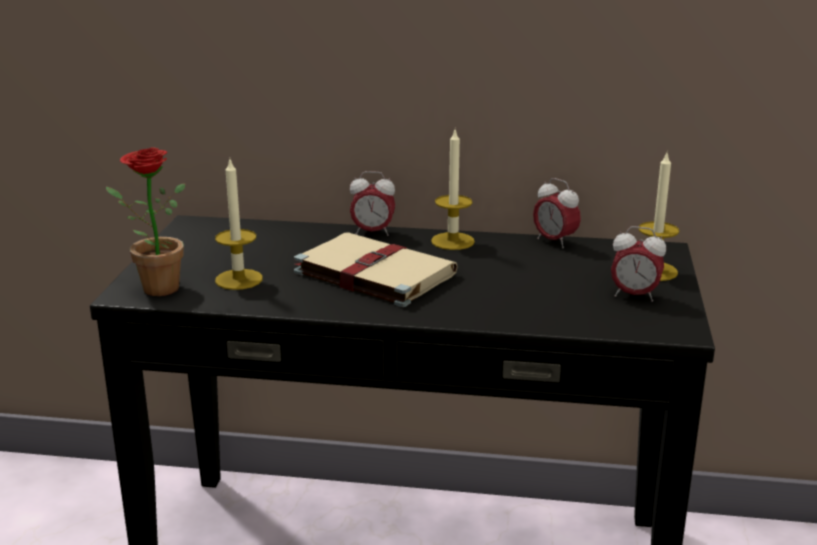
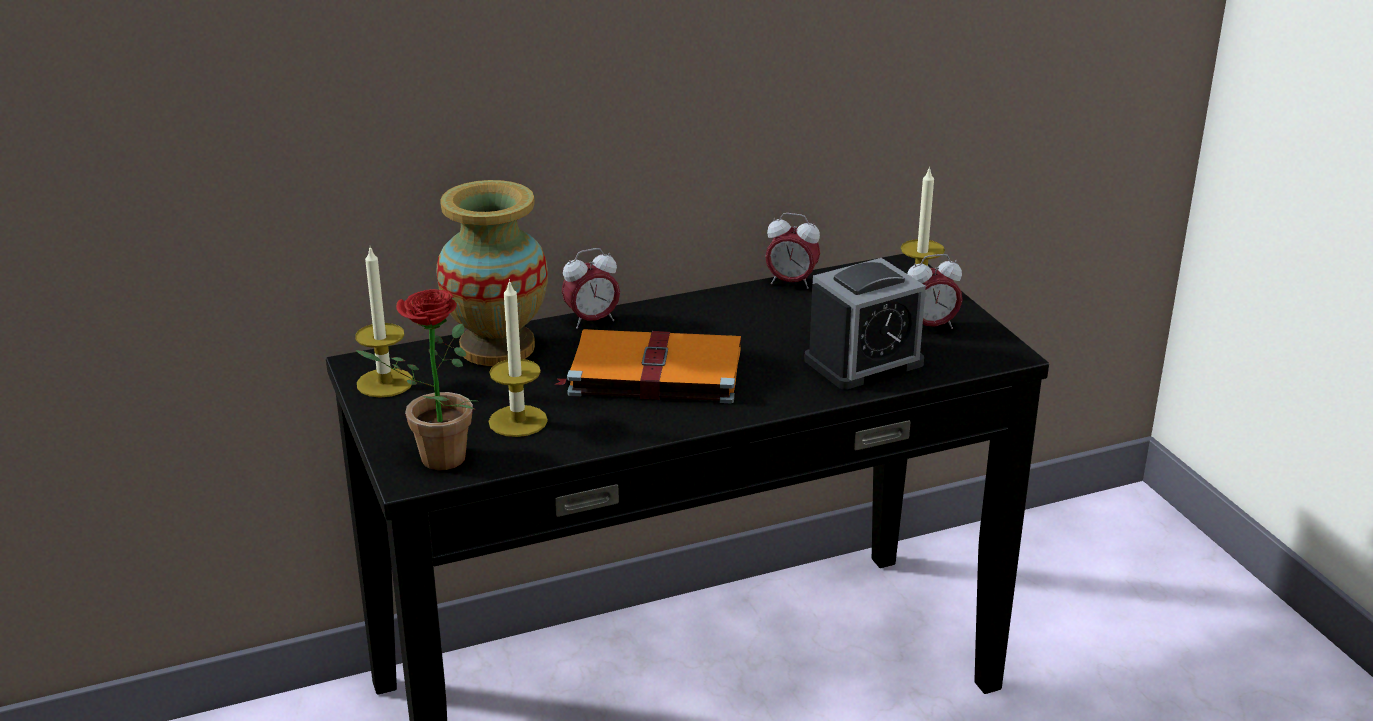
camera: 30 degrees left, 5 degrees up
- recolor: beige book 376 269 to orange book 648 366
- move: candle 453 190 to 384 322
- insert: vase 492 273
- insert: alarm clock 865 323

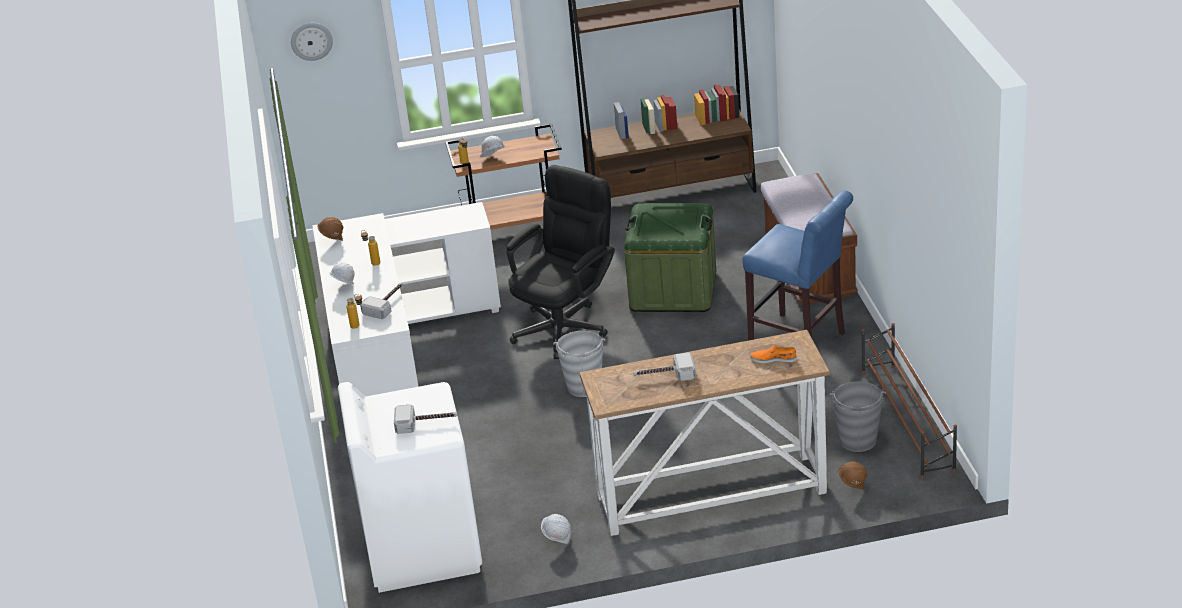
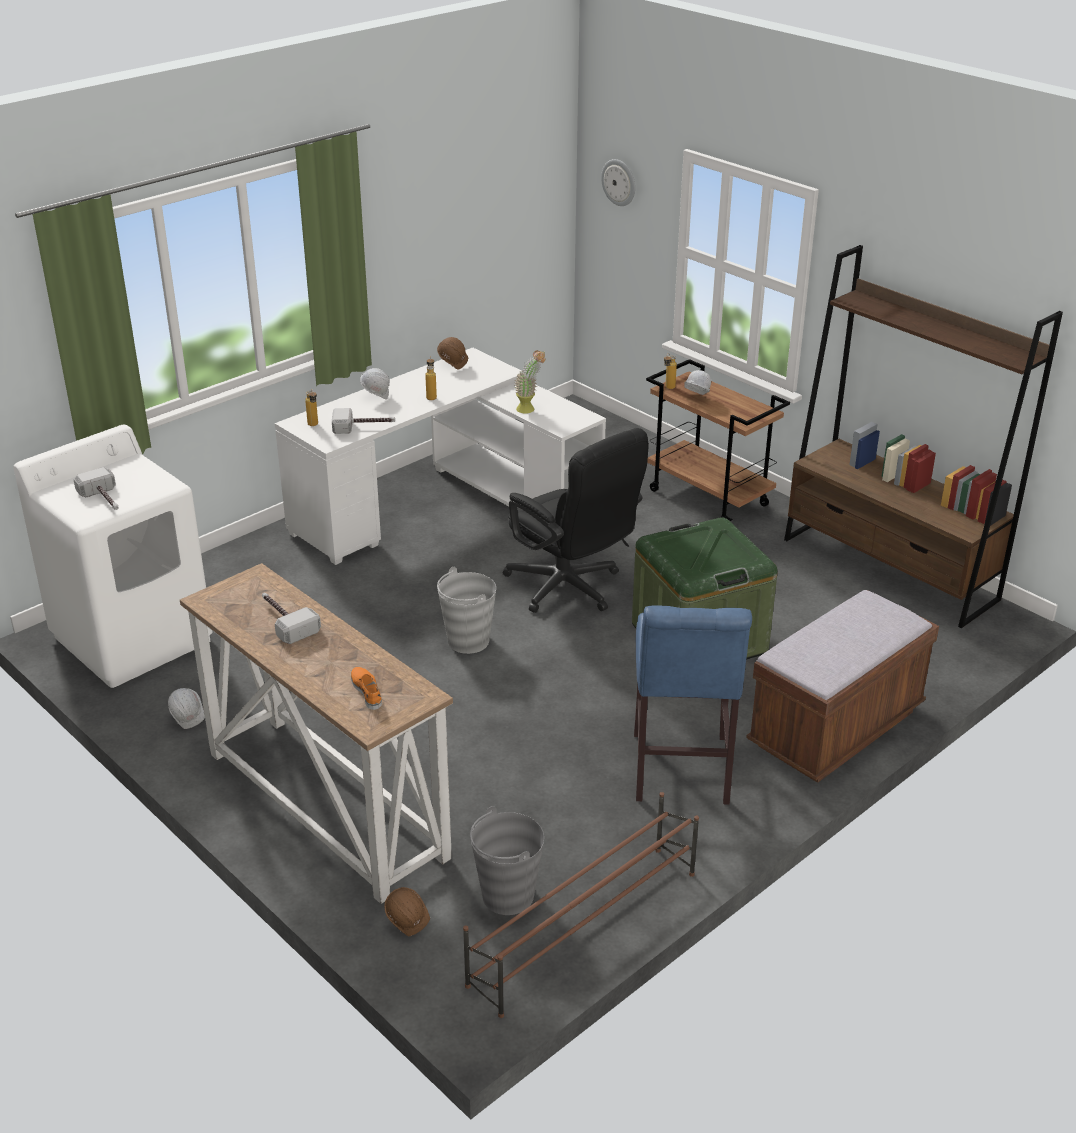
camera: 55 degrees right, 0 degrees up
- rotate: black office chair 560 262 = 576 520 45 degrees clockwise
- insert: potted plant 530 382

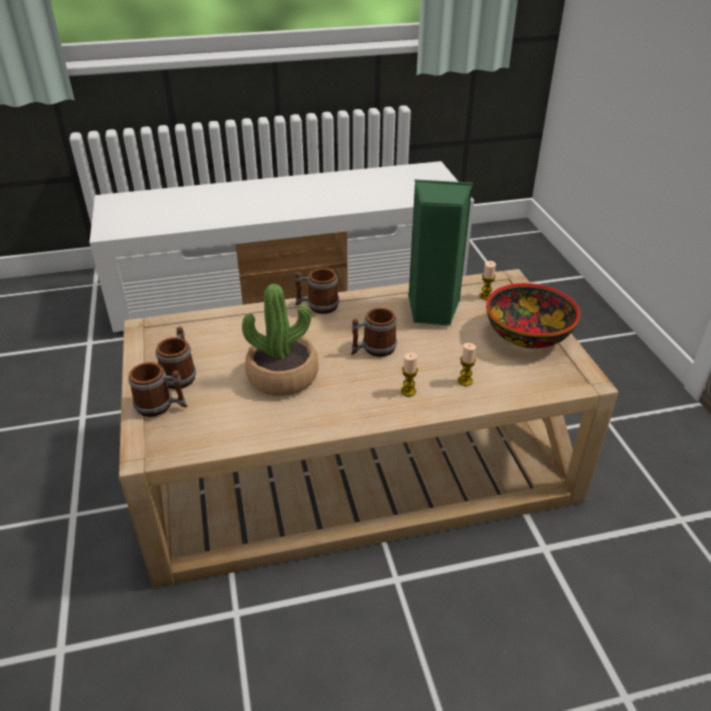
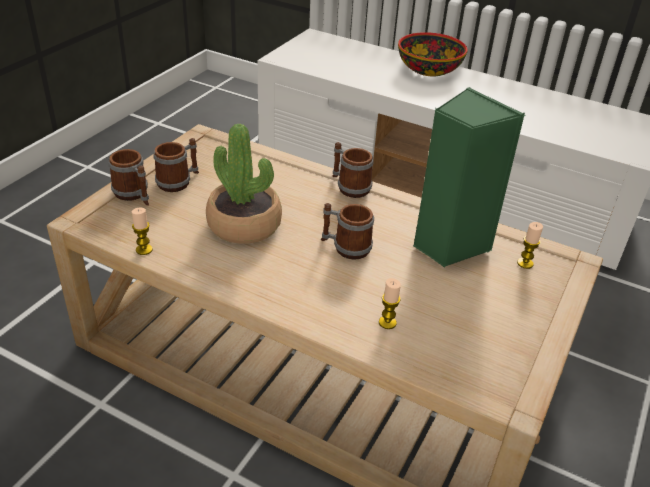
camera: 40 degrees right, 0 degrees up
- move: candle 409 374 to 142 231
- move: bowl 533 316 to 433 54

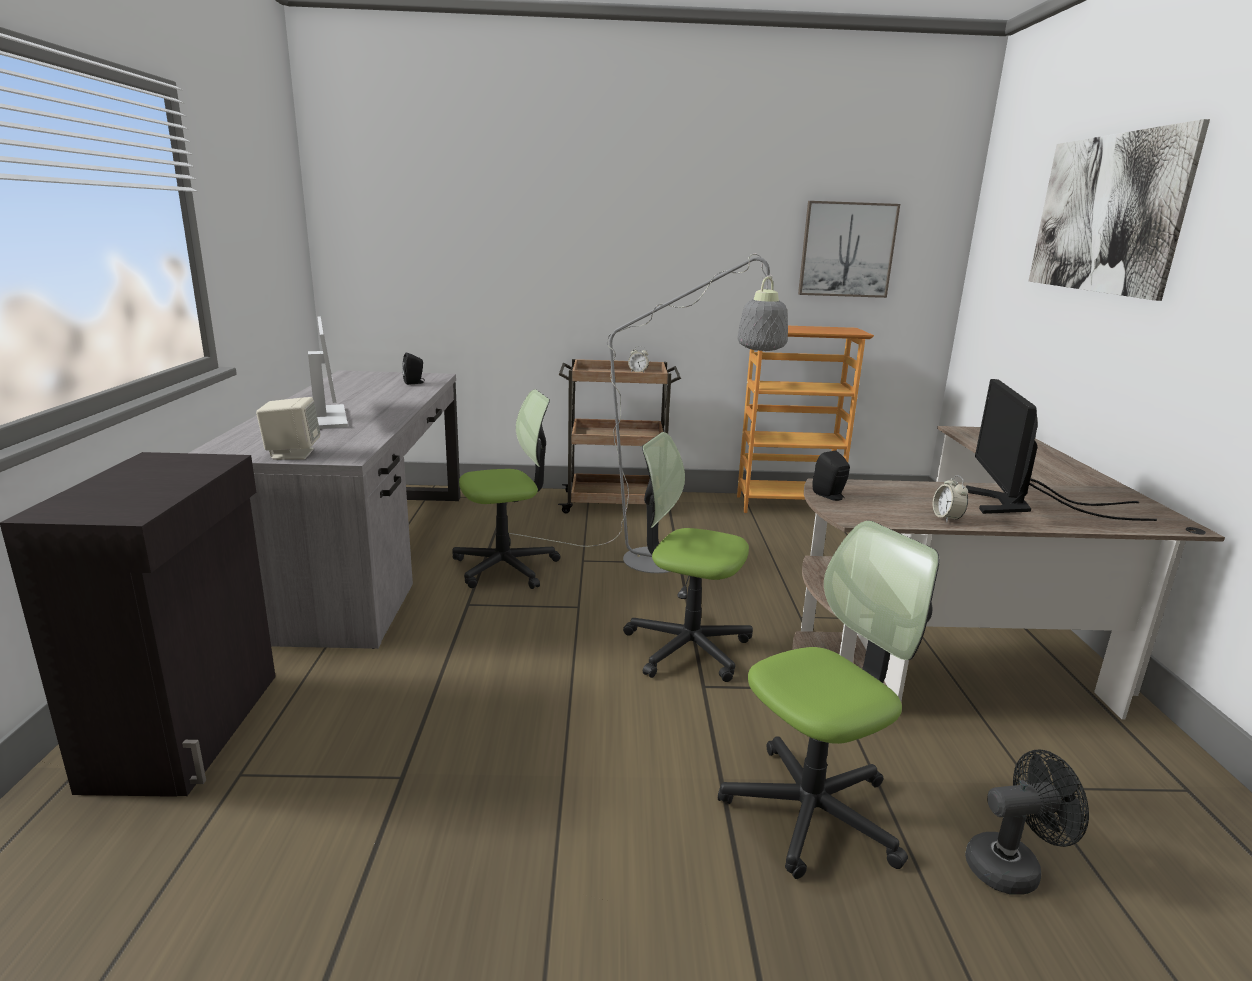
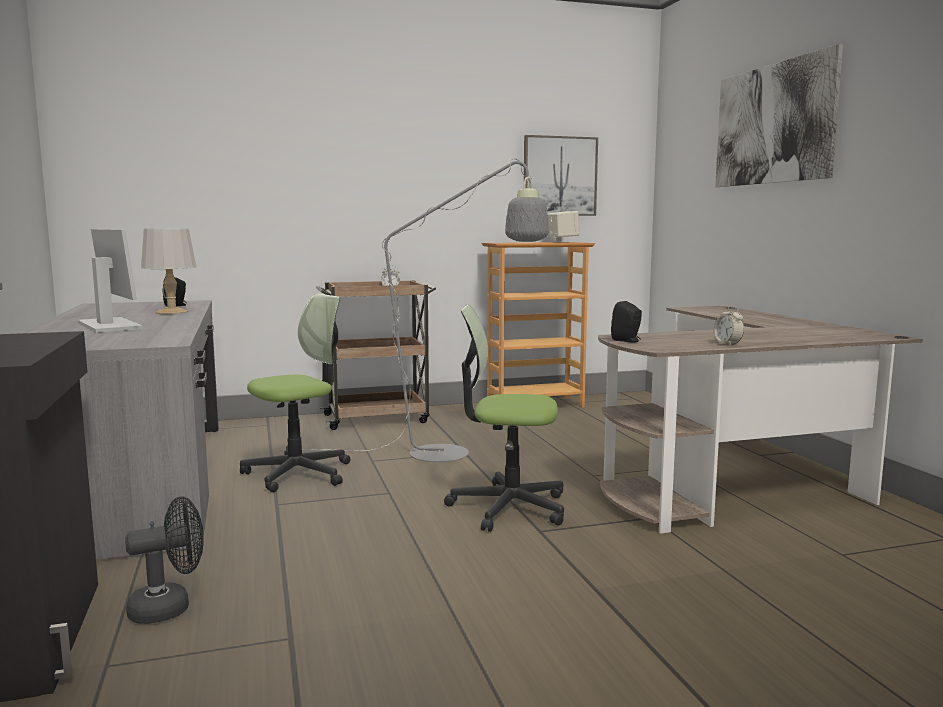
camera: 15 degrees left, 10 degrees down
- move: beige speaker 288 428 to 564 227
- delete: office chair 828 700
- move: black fan 1027 822 to 164 560
- delete: monitor 1061 450
- insert: grey table lamp 168 271

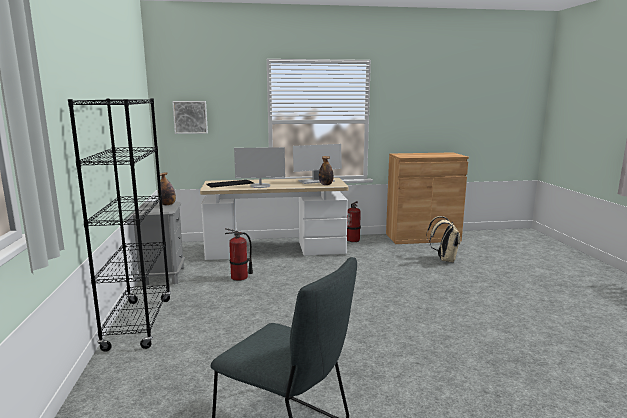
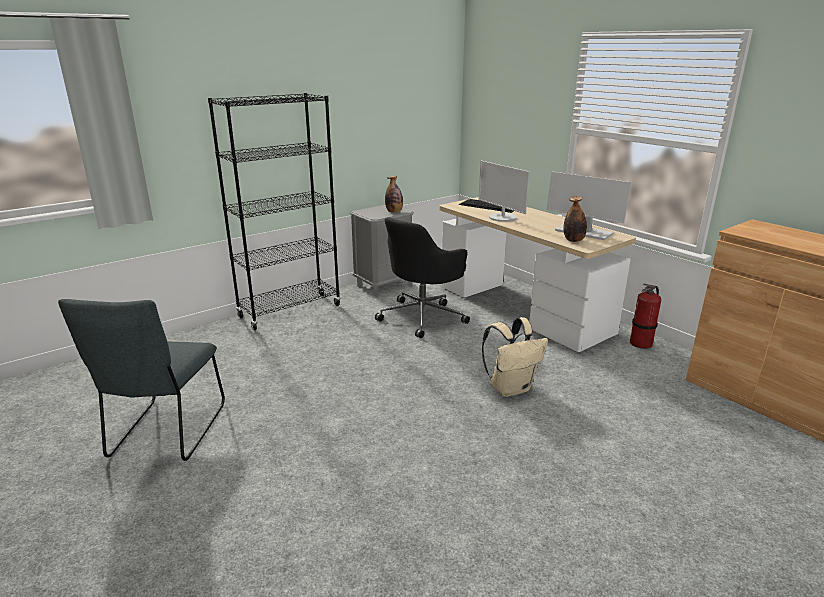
camera: 60 degrees right, 10 degrees up
- delete: picture 190 117
- replace: fire extinguisher 239 254 to black office chair 422 277
- move: beige backpack 443 239 to 515 357

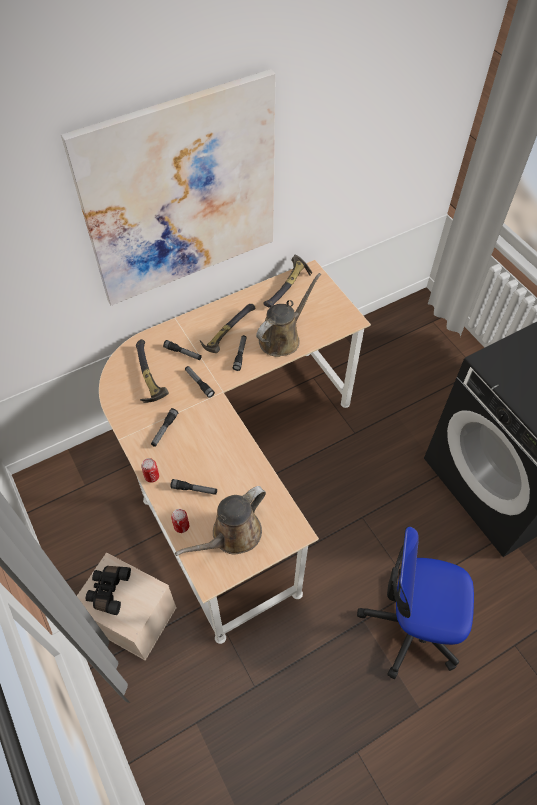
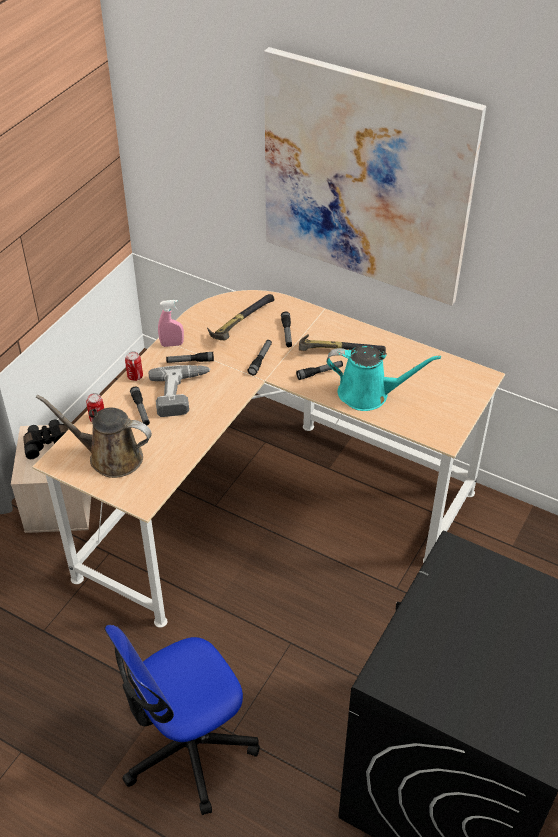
camera: 60 degrees right, 10 degrees down
- recolor: brown watering can 288 315 to turquoise watering can 383 378
- delete: hammer 288 281
- rotate: office chair 415 602 = 182 720 105 degrees counterclockwise
- insert: power drill 180 391
- insert: pink spray bottle 171 323

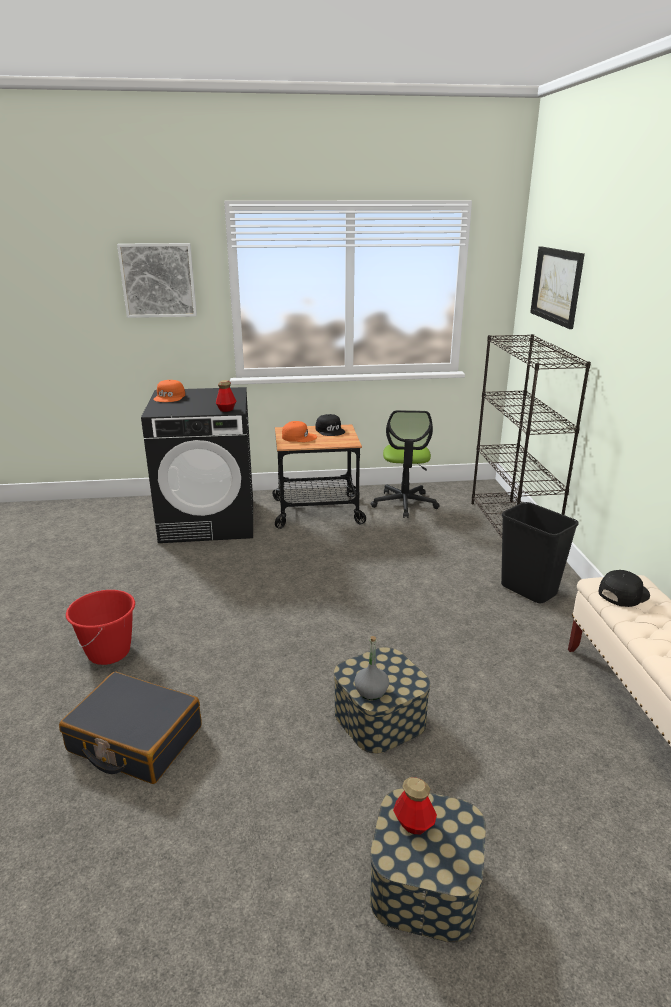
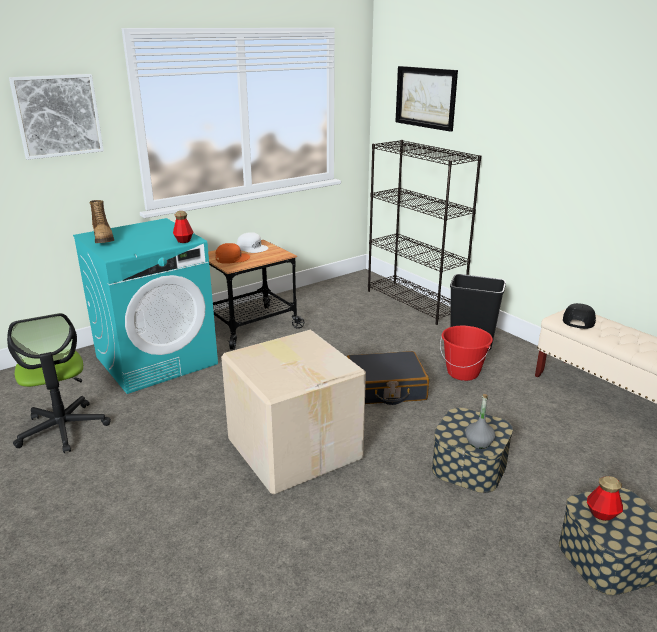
camera: 30 degrees left, 0 degrees up
- move: black suitcase 130 728 to 388 378
- move: red bucket 100 627 to 466 353
- recolor: black washing machine 197 465 to turquoise washing machine 145 306
- replace: orange cap 169 391 to boot 101 221
- recolor: black cap 330 425 to white cap 252 242
- move: office chair 405 464 to 59 383
- insert: cardboard box 293 412

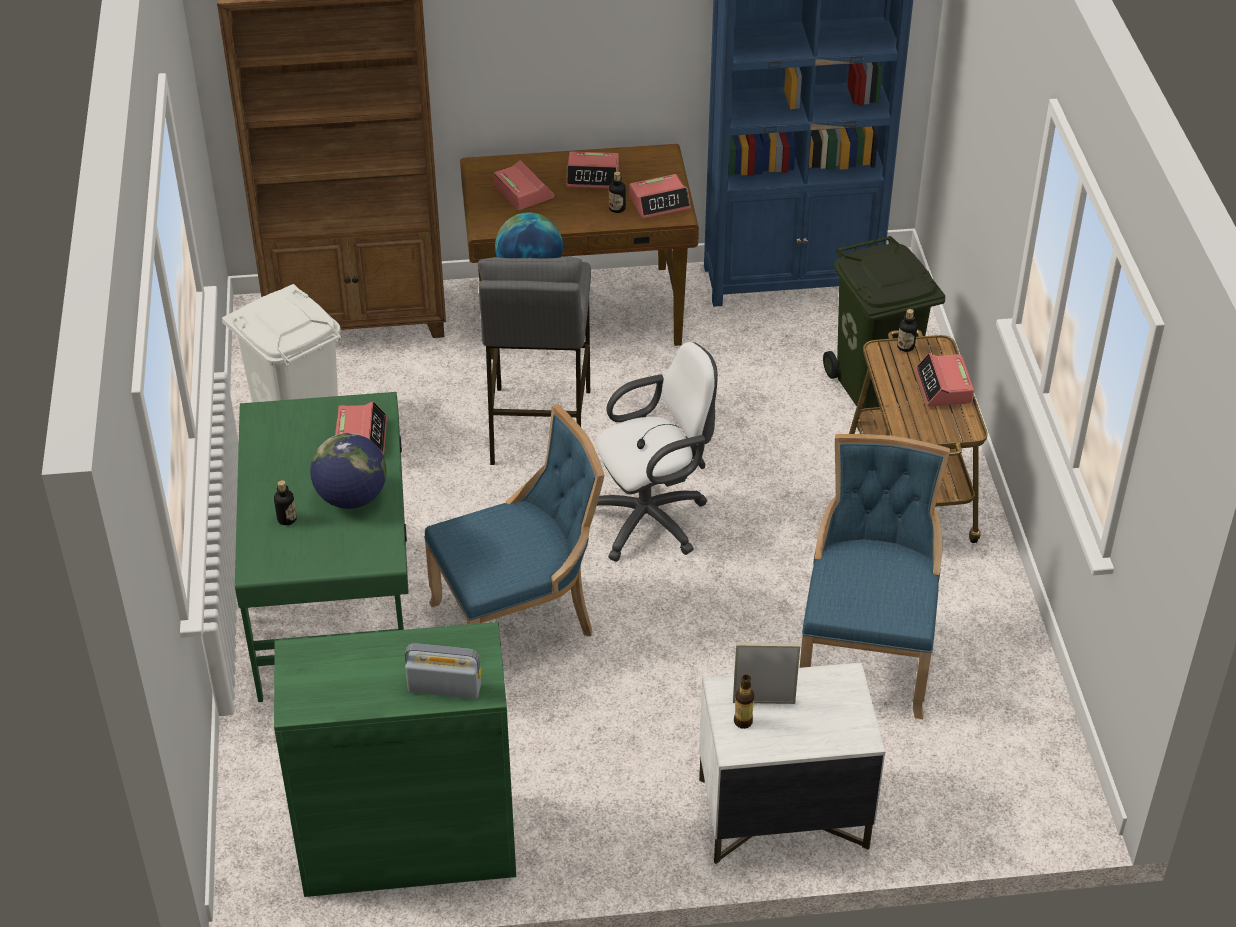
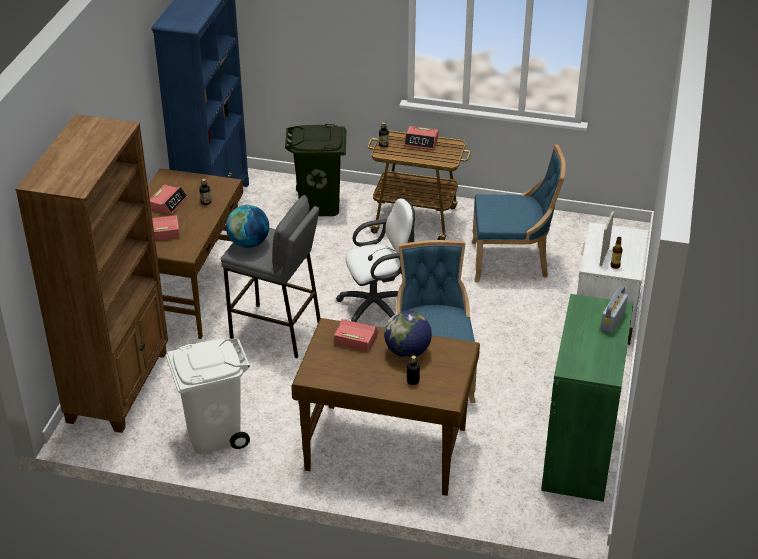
camera: 70 degrees left, 5 degrees down
- recolor: green desk 322 547 to brown desk 385 407
- rotate: white office chair 657 452 = 375 260 75 degrees clockwise
- delete: alarm clock 660 196
- rotate: blue chair 875 576 = 519 213 150 degrees clockwise

